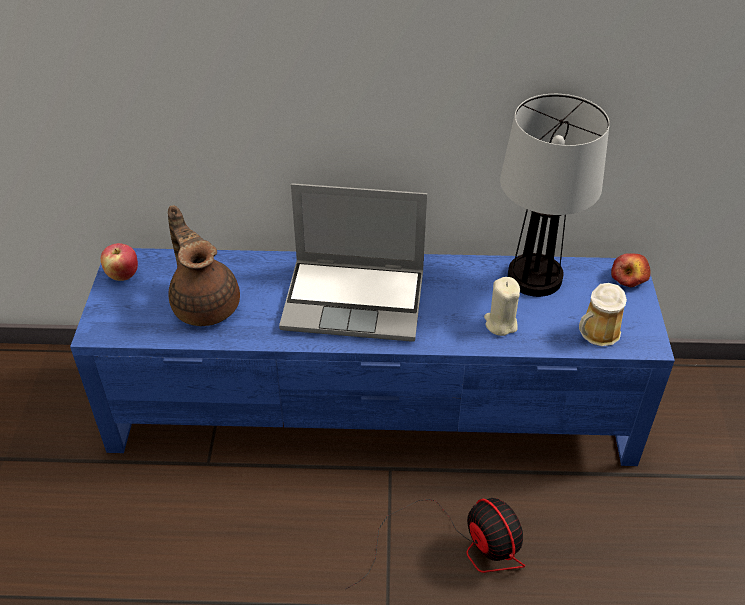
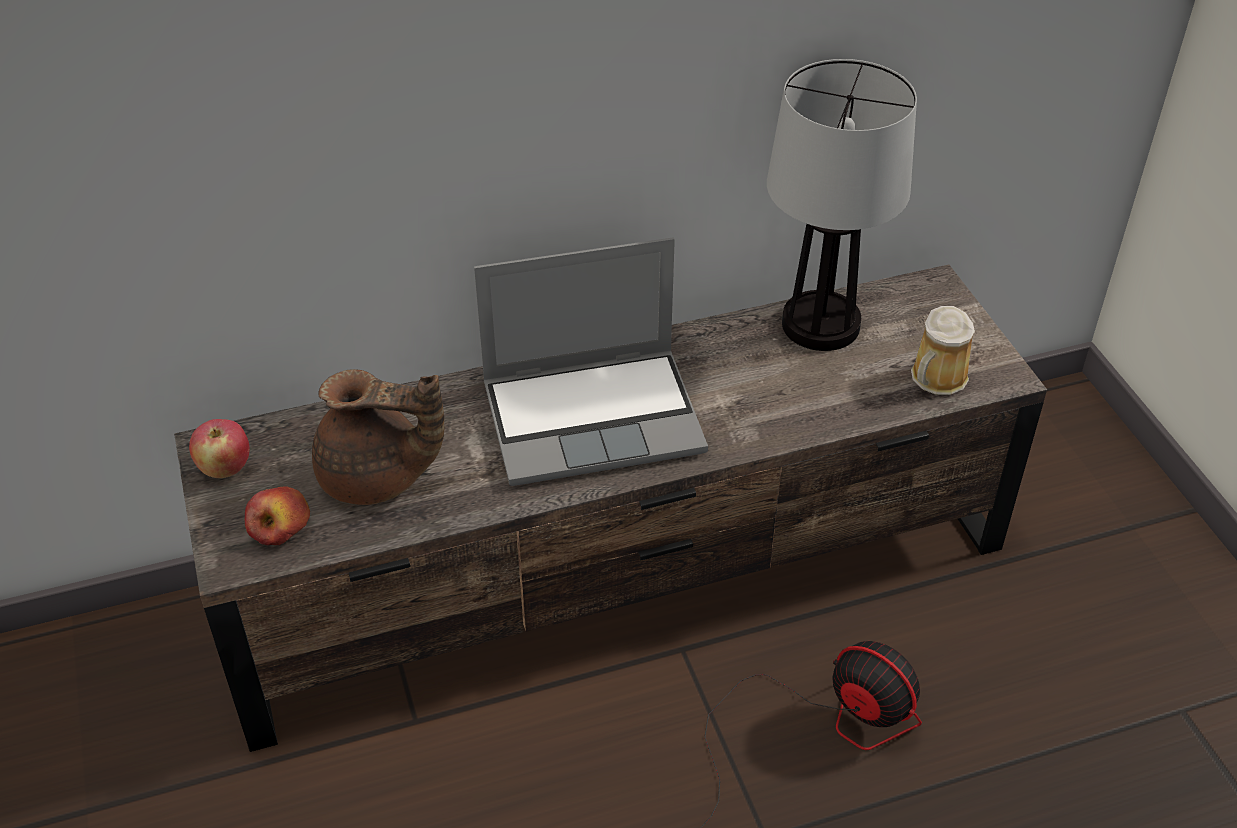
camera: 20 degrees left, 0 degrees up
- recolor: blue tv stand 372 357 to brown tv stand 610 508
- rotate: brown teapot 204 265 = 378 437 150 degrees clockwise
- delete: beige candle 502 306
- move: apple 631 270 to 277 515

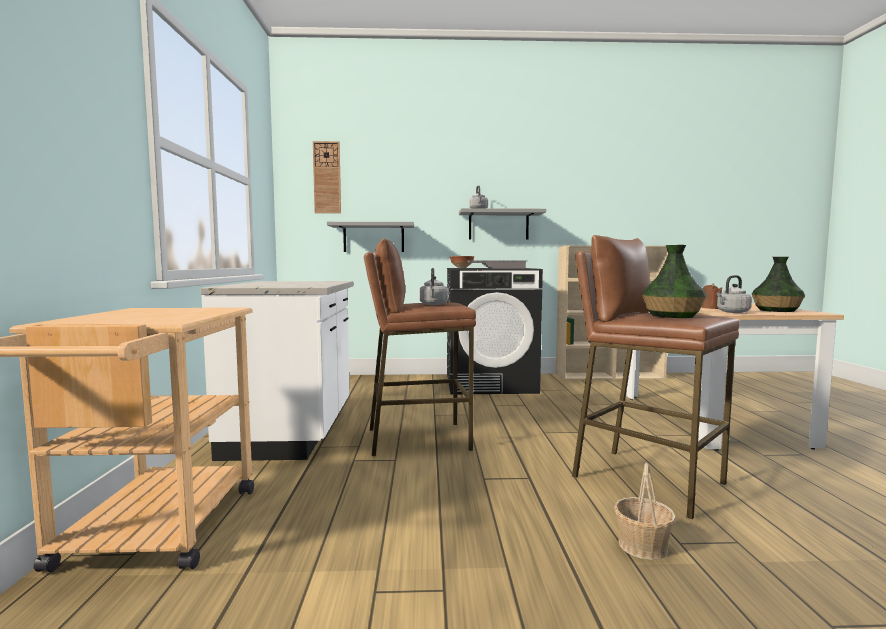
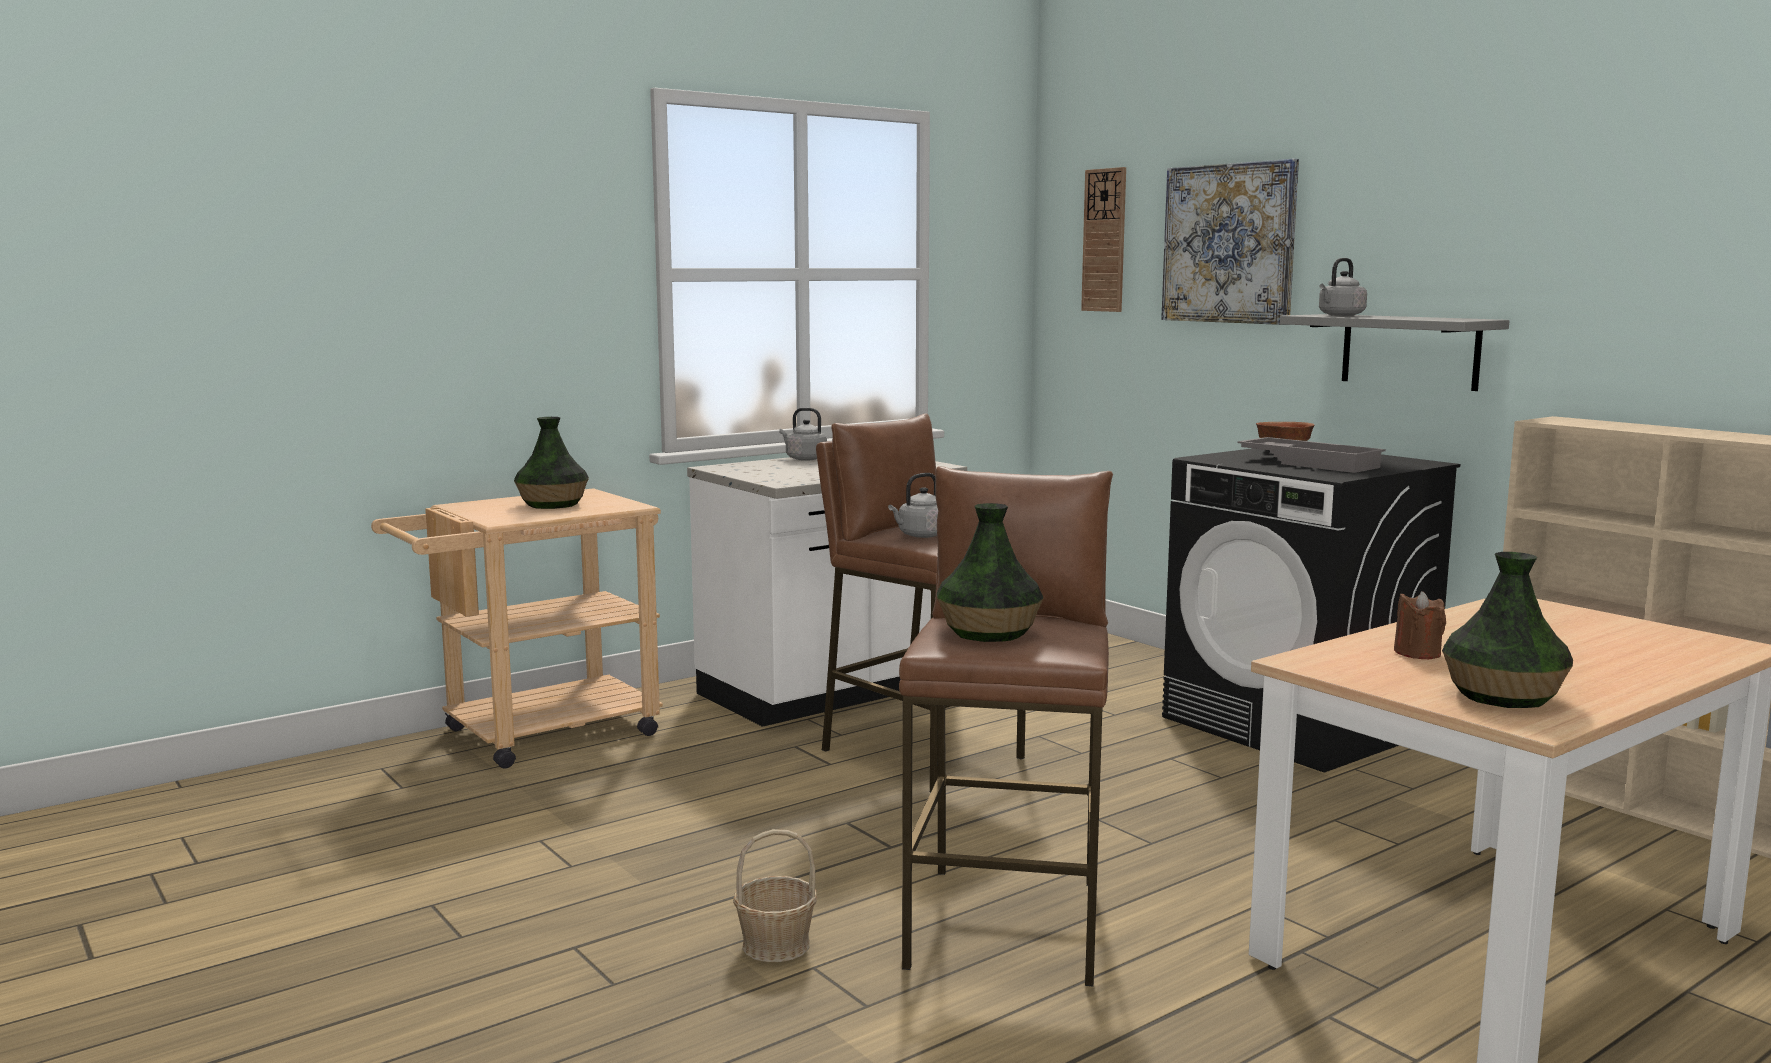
camera: 55 degrees right, 5 degrees up
- delete: grey shelf 370 237
- move: grey kettle 734 294 to 803 434
- insert: vase 551 463
- insert: picture 1230 242

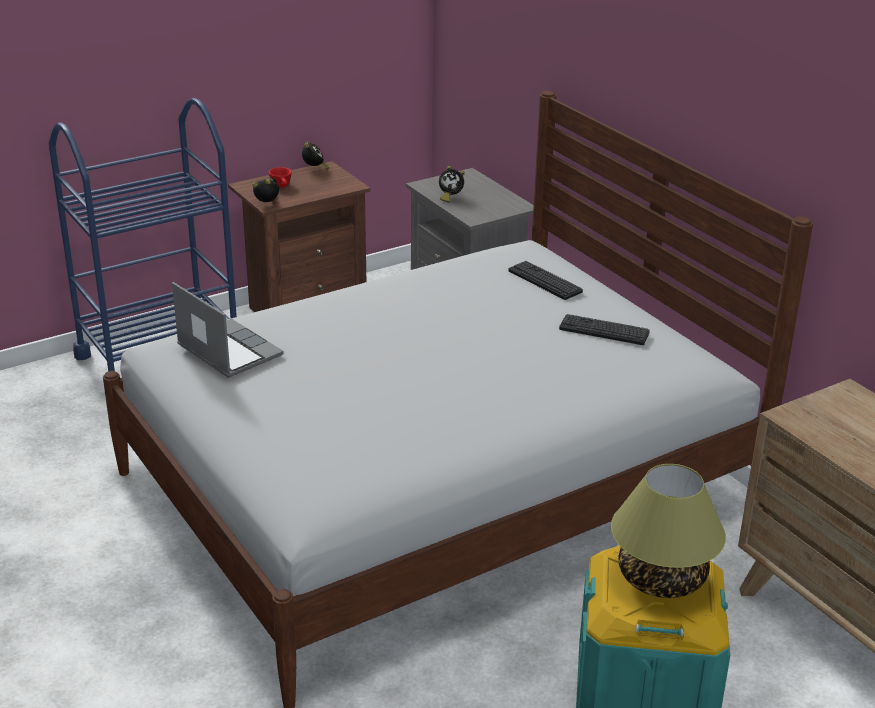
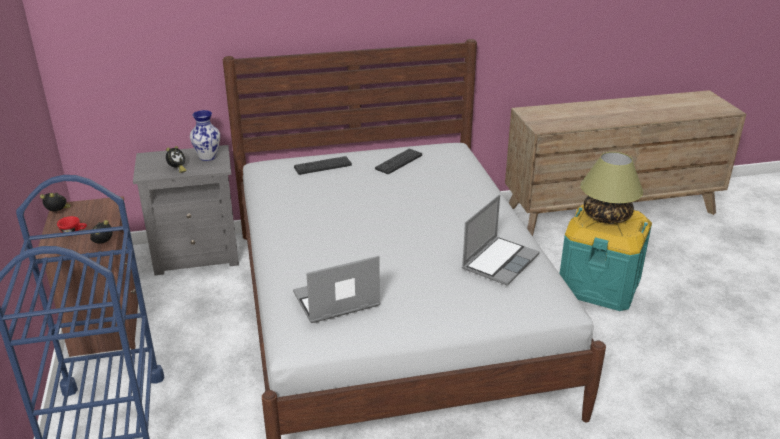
camera: 70 degrees left, 0 degrees up
- insert: vase 205 135
- insert: laptop 501 240

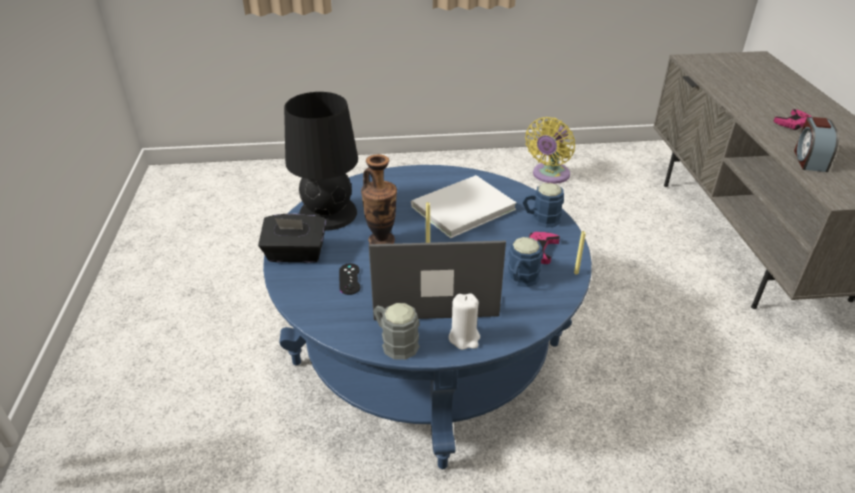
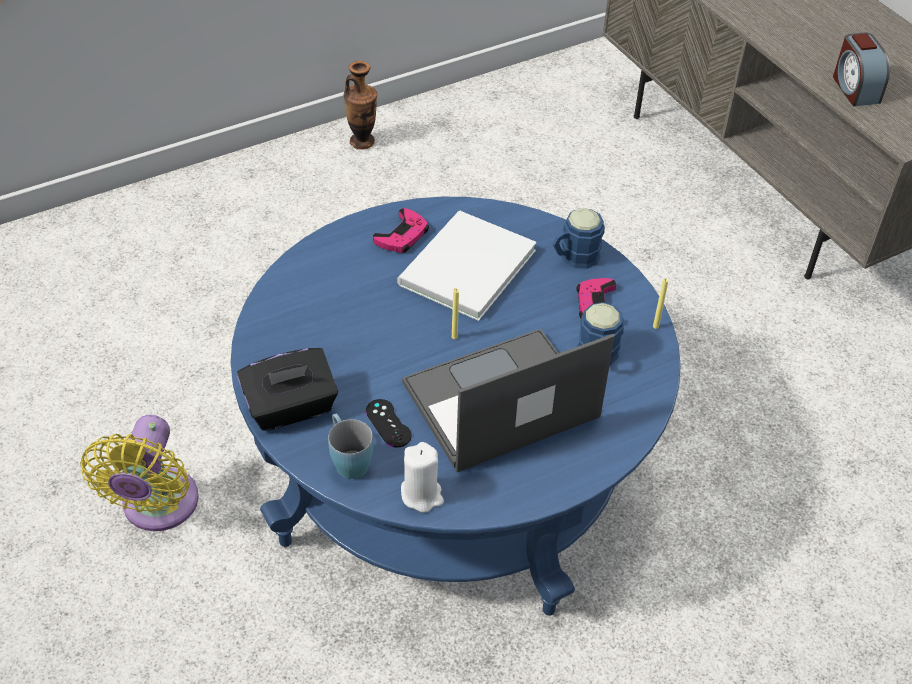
camera: 25 degrees left, 10 degrees up
- delete: black table lamp 321 161
- move: vase 379 199 to 360 105
- delete: grey mug 396 331
- move: white candle 464 321 to 422 477
- move: yellow fan 550 150 to 139 473
- move: pink game controller 792 119 to 401 230
- insert: blue mug 350 446

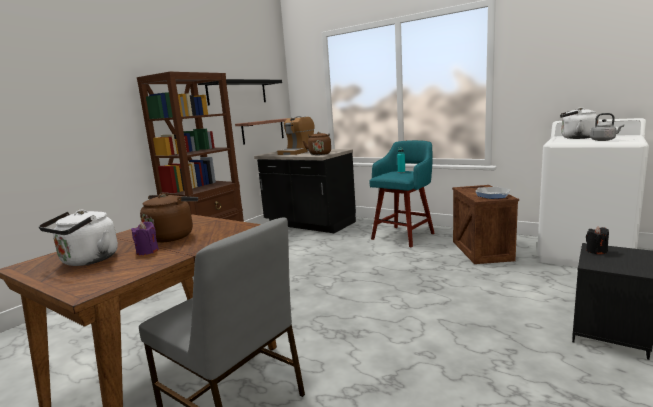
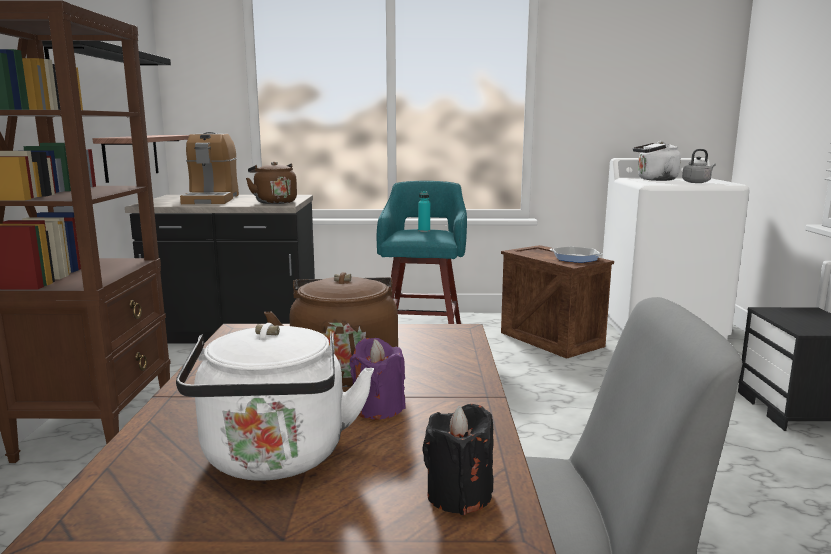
camera: 35 degrees left, 0 degrees up
- move: black candle 597 240 to 458 459

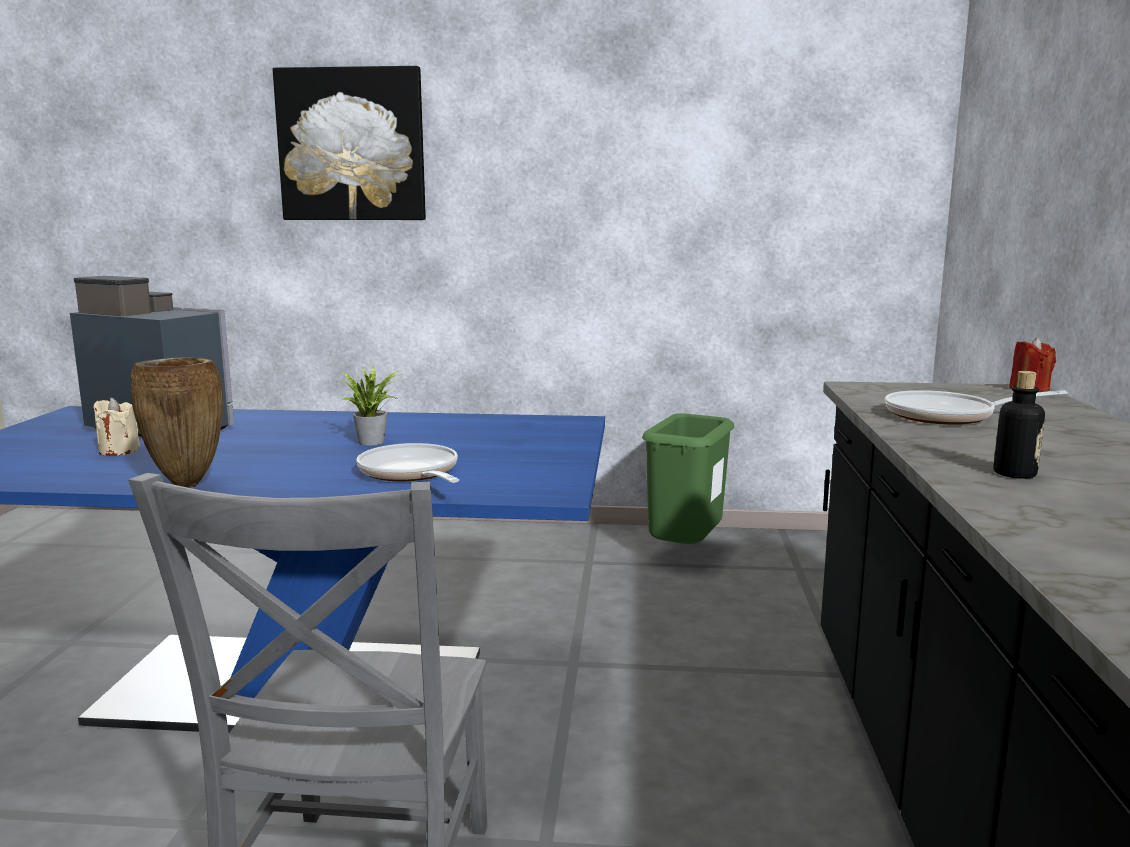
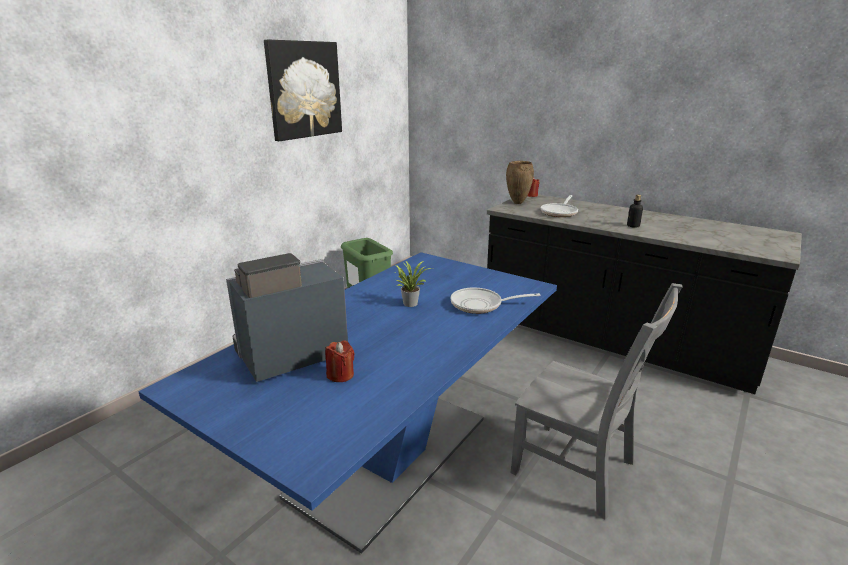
camera: 60 degrees left, 10 degrees up
- recolor: beige candle 116 427 to red candle 340 361
- move: brown vase 177 423 to 520 182
- move: picture 349 143 to 303 90

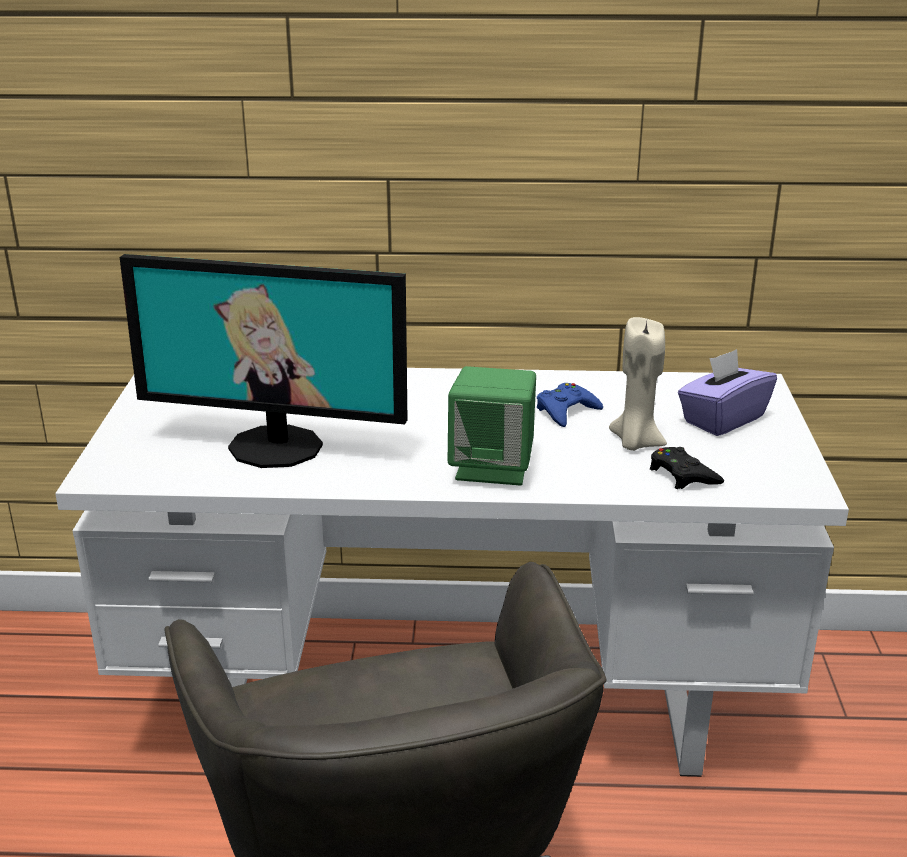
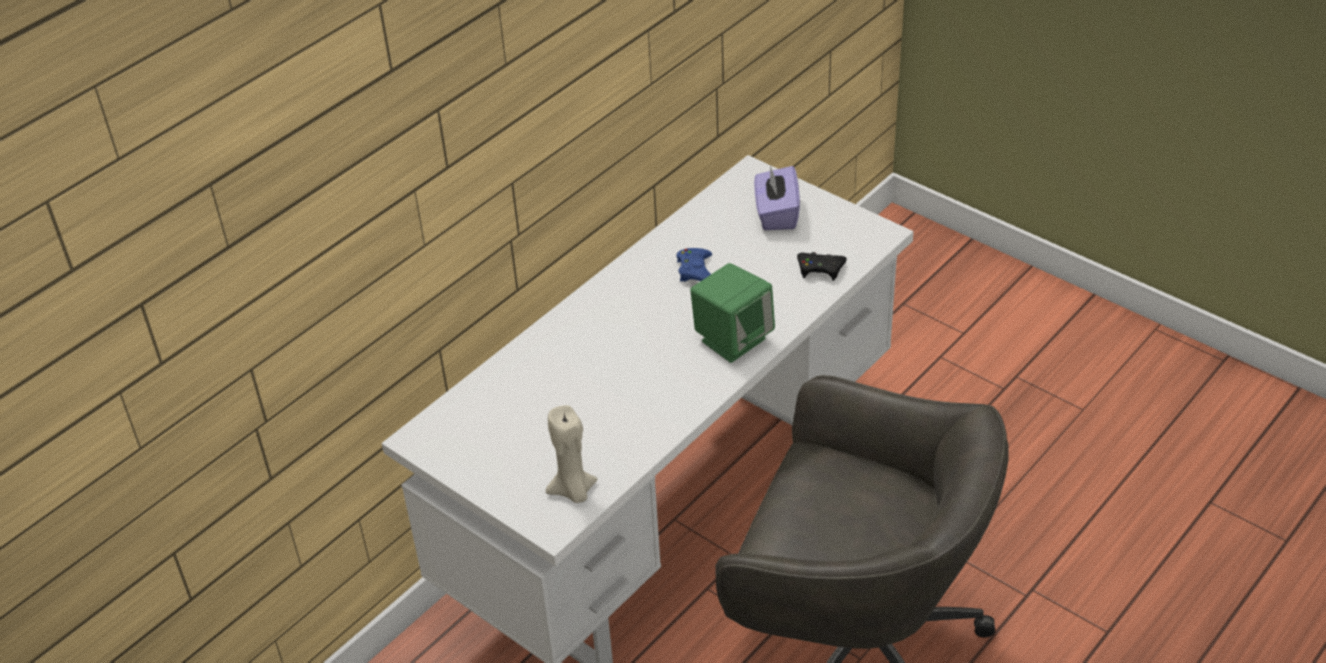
camera: 50 degrees left, 15 degrees up
- delete: monitor 264 361
- move: beige candle 638 384 to 572 454

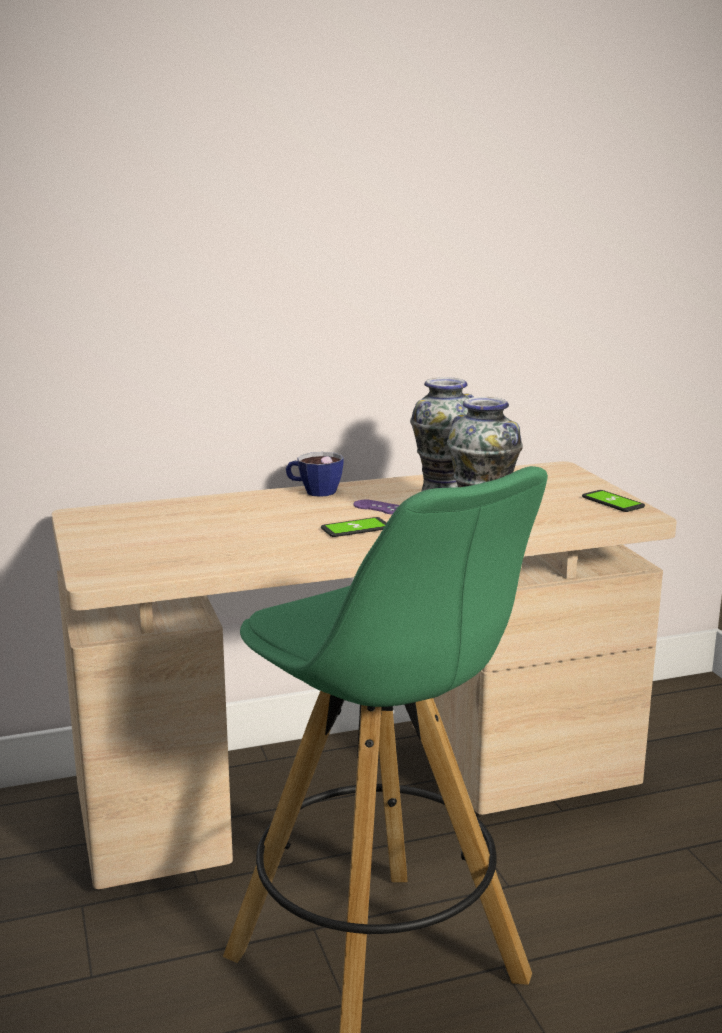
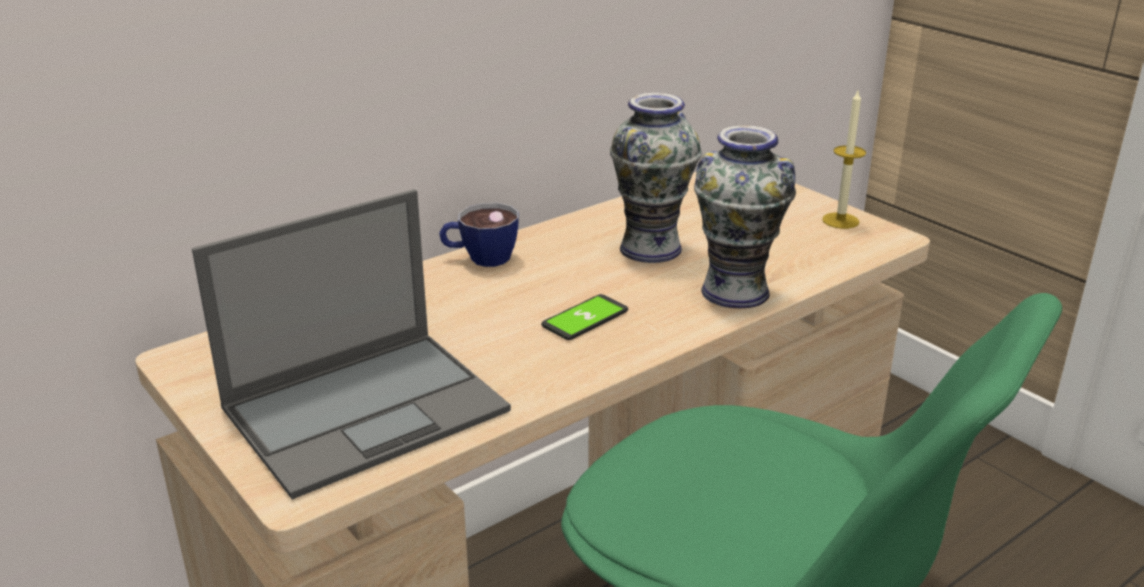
camera: 20 degrees left, 10 degrees up
- delete: purple game controller 376 507
- replace: phone 613 501 to candle 844 160
- insert: laptop 351 344

